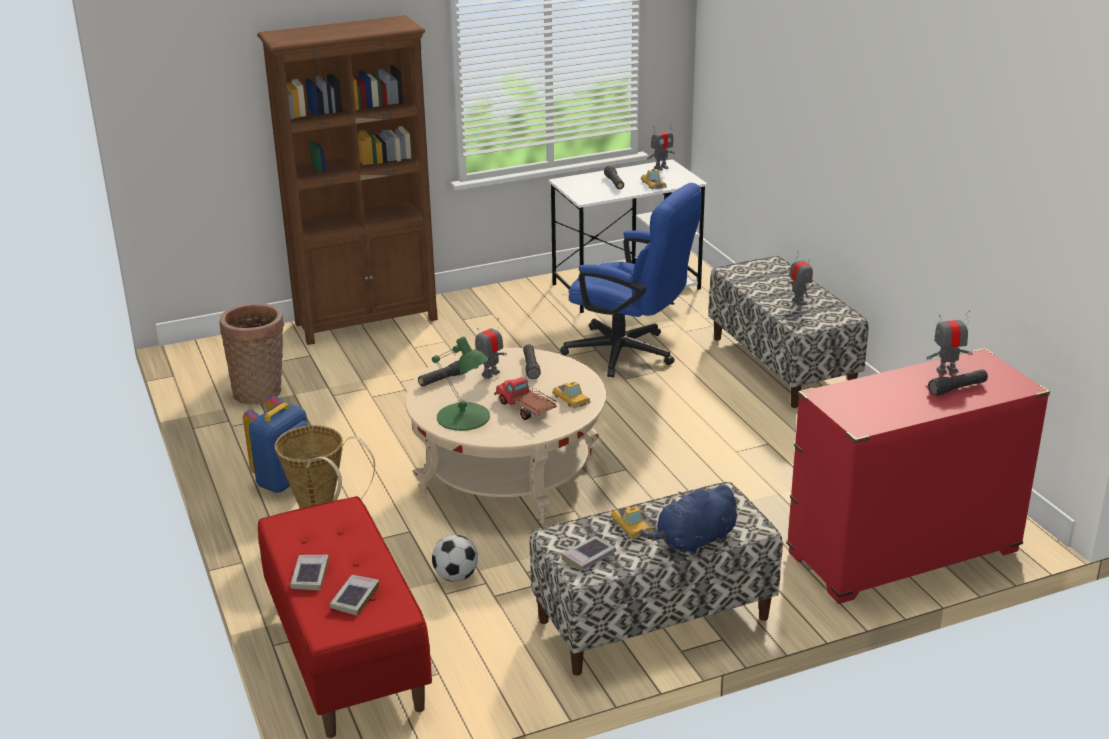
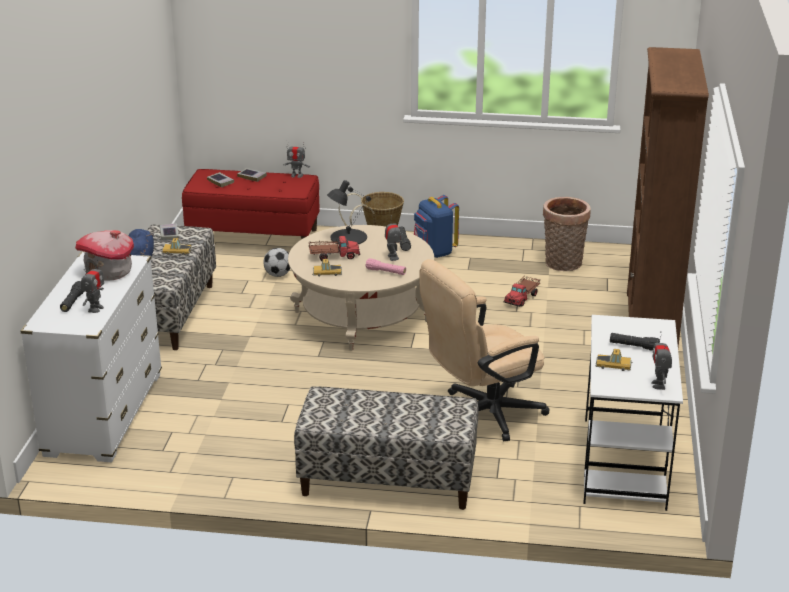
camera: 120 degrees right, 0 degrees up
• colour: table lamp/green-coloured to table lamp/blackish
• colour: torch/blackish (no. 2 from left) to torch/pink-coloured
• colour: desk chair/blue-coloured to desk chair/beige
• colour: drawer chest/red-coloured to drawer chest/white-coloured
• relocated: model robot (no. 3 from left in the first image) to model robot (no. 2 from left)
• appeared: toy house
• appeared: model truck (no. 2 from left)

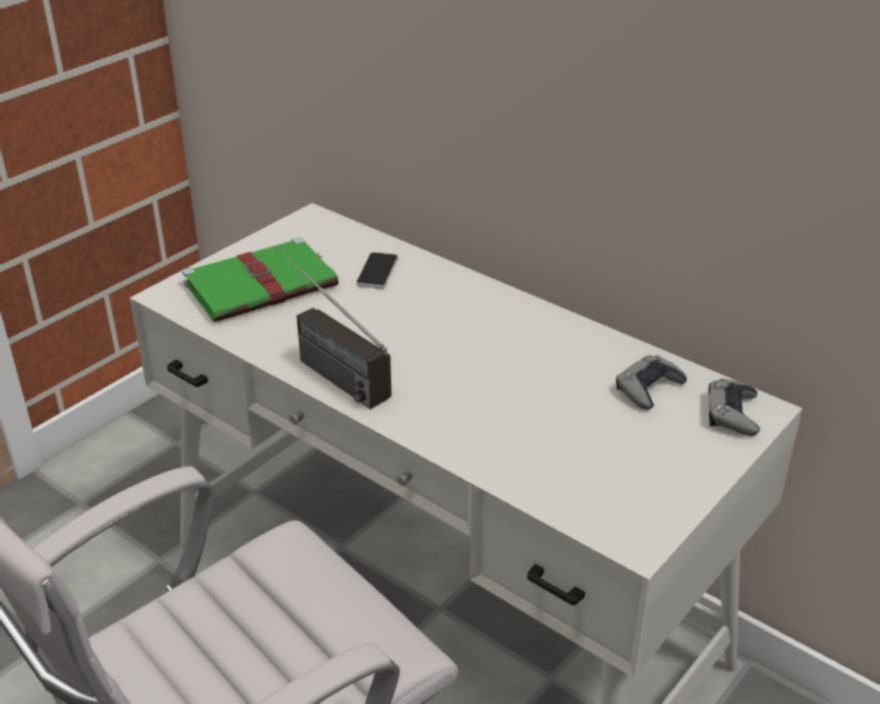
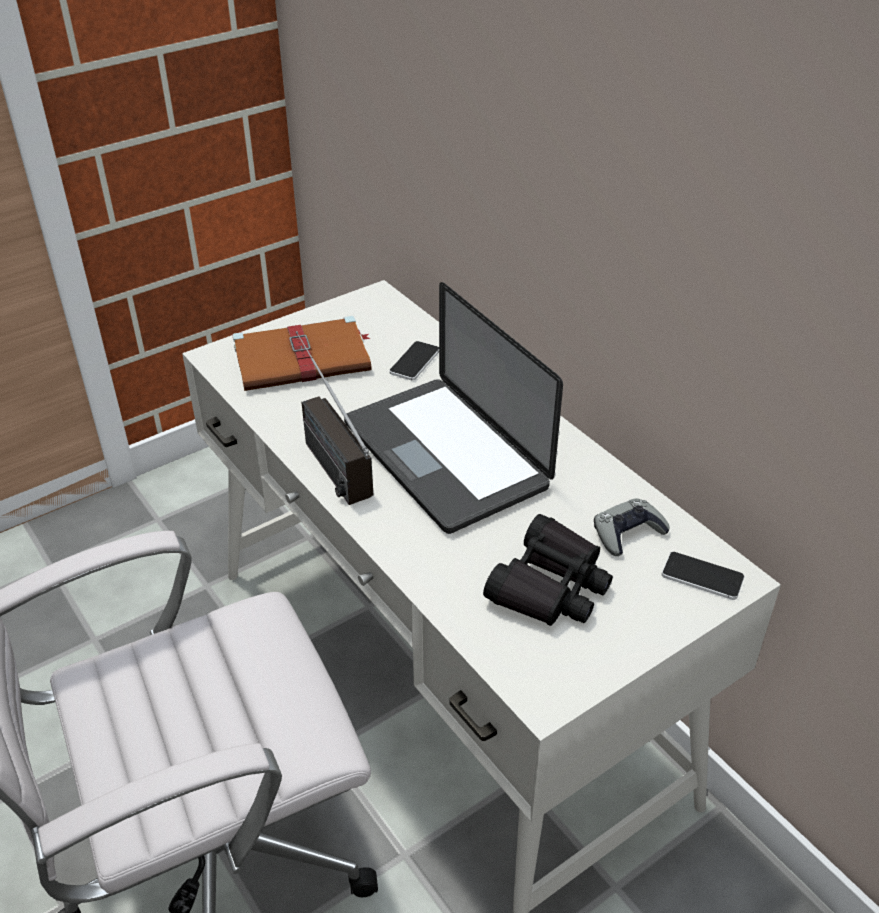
camera: 15 degrees right, 5 degrees up
• colour: book/green-coloured to book/brown-coloured
• exchanged: game controller/gray (no. 2 from left) to telephone (no. 2 from left)
• appeared: notebook computer
• appeared: field glasses/blackish

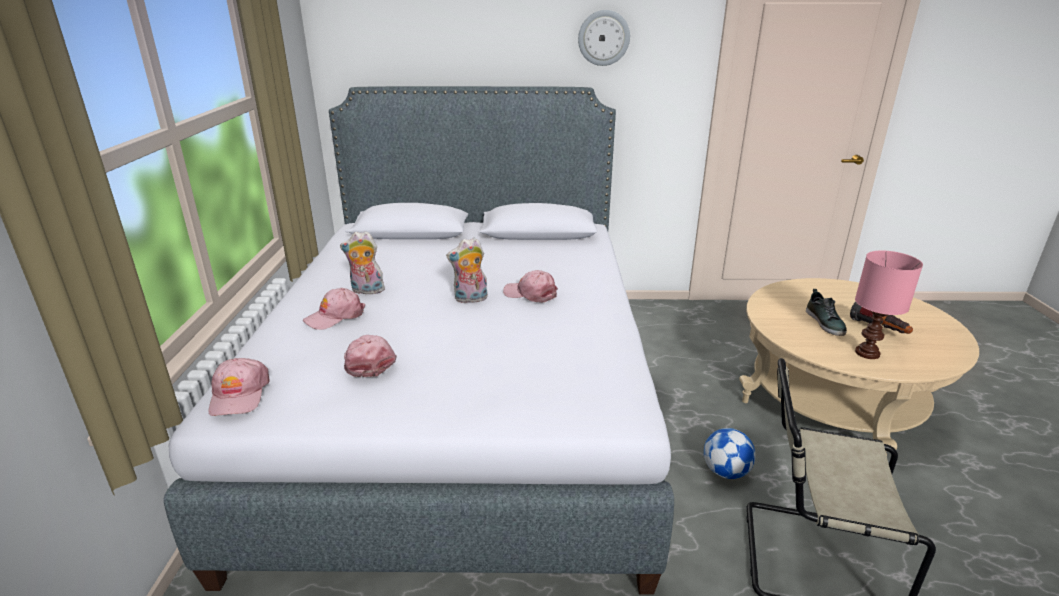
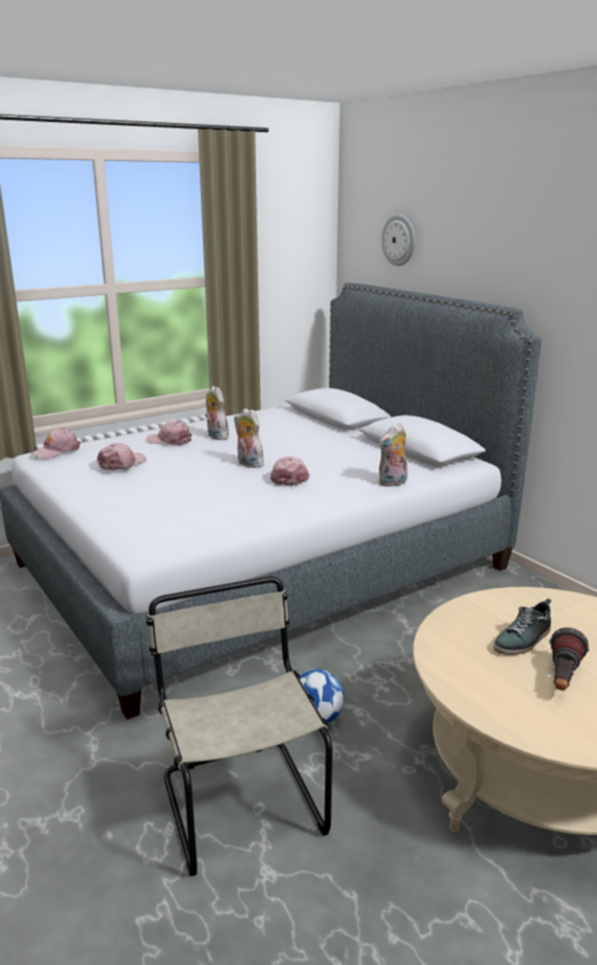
camera: 55 degrees right, 5 degrees down
• relocated: hanging clock
• missing: table lamp/pink-coloured
• appeared: plush toy (no. 3 from left)

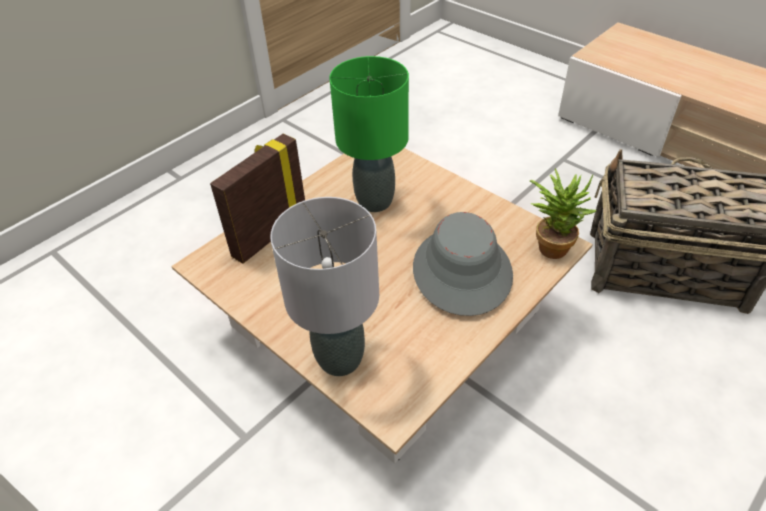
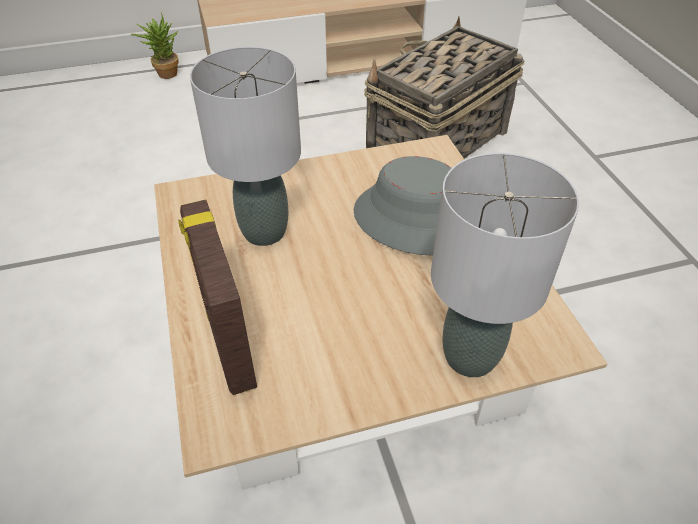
camera: 60 degrees left, 0 degrees up
• colour: table lamp/green-coloured to table lamp/gray (no. 1 from left)
• relocated: houseplant

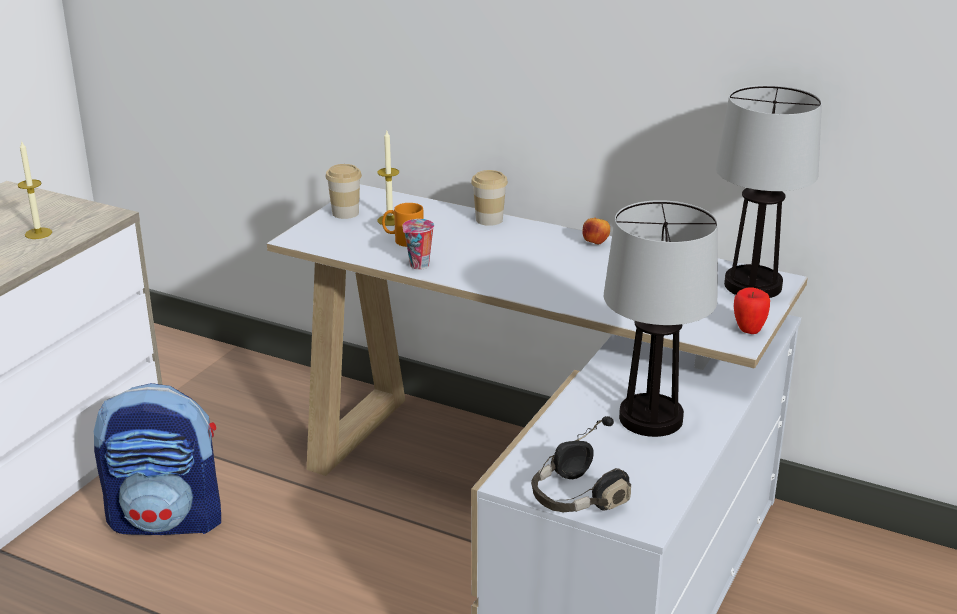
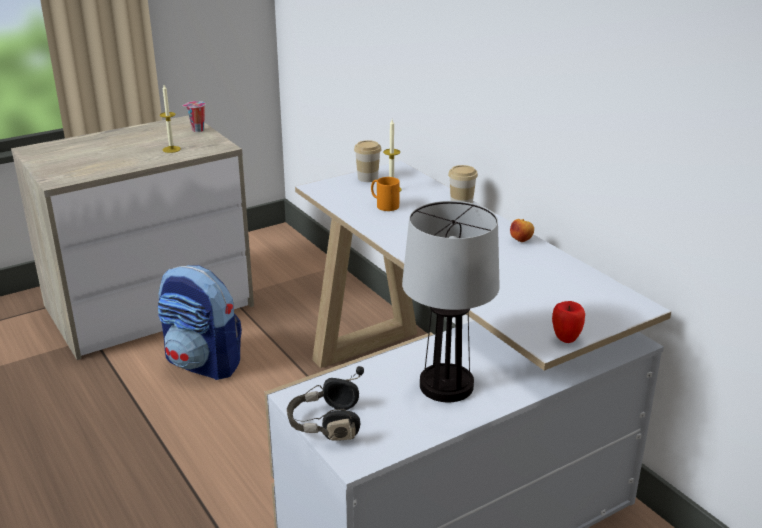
camera: 30 degrees right, 0 degrees up
• relocated: cup (no. 2 from left in the first image) to cup (no. 1 from left)
• missing: table lamp (no. 2 from left)

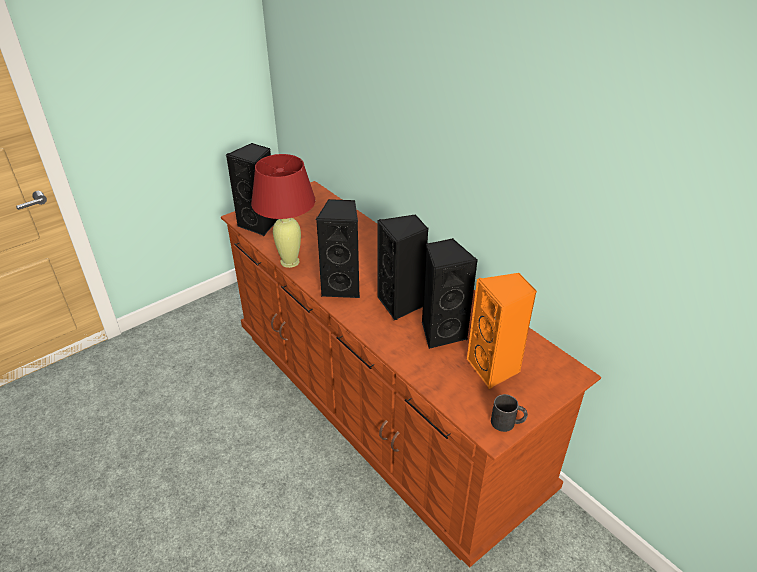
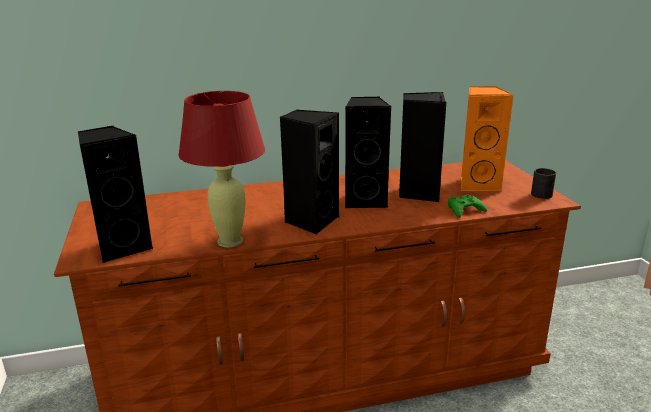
camera: 65 degrees left, 15 degrees down
• appeared: game controller/green-coloured

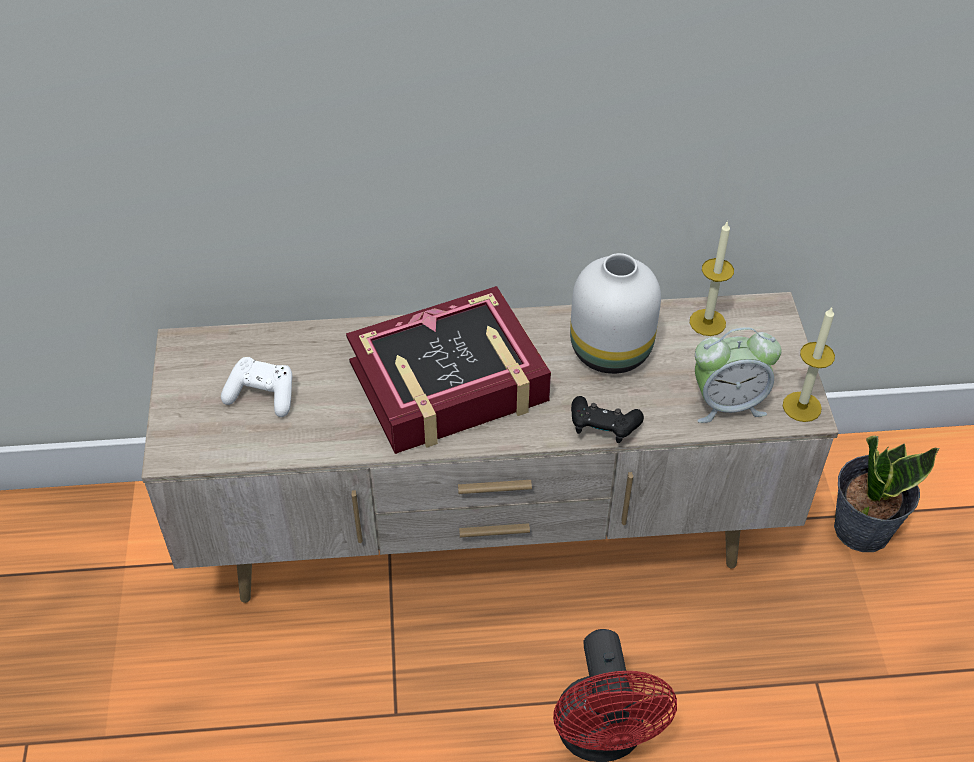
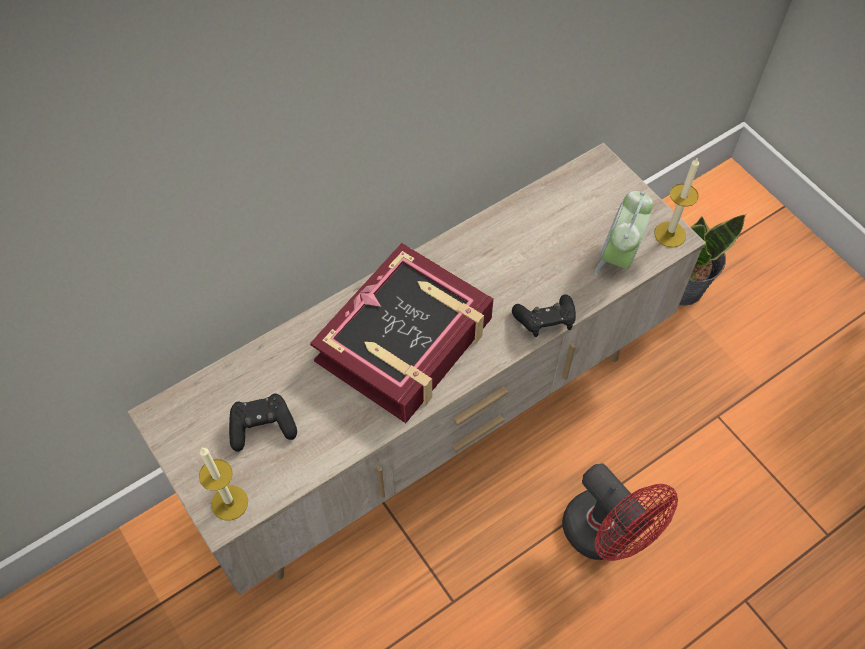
camera: 30 degrees left, 10 degrees up
• colour: game controller/white-coloured to game controller/blackish (no. 1 from left)
• missing: vase/white-coloured
• relocated: wax light (no. 1 from left)
• spun: bedside clock 150 degrees clockwise

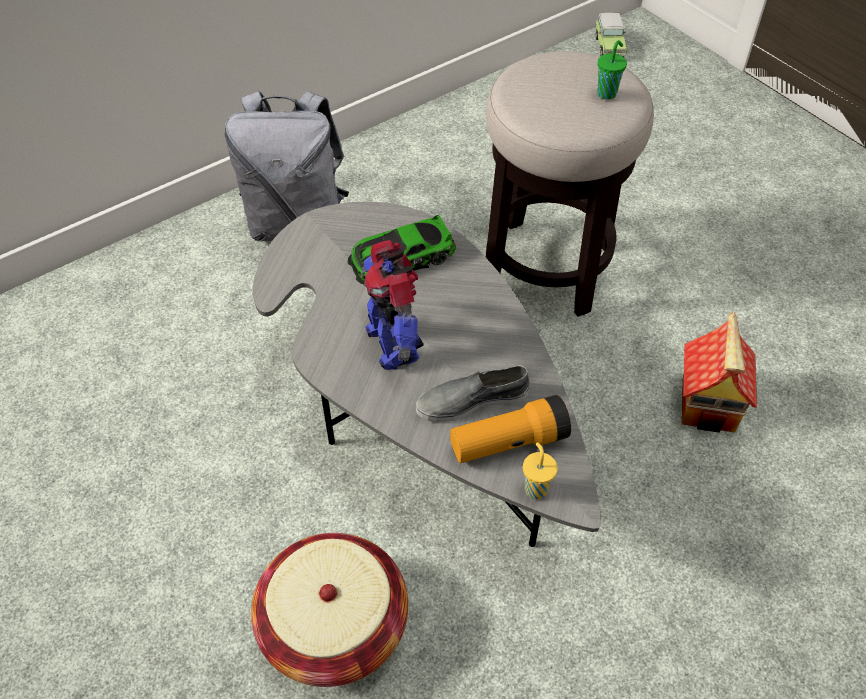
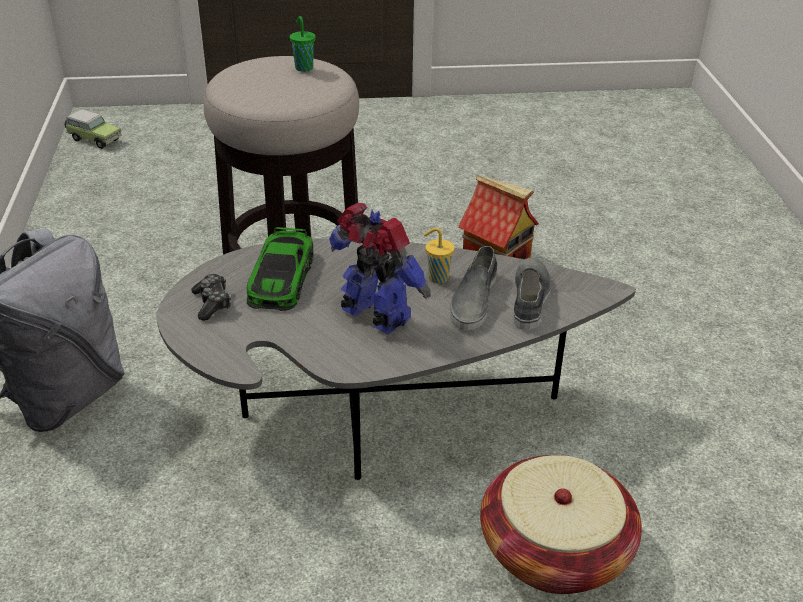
camera: 60 degrees left, 15 degrees down
• spun: model robot 150 degrees counterclockwise
• exchanged: torch to shoe/gray (no. 2 from left)
• relocated: cup/yellowish
• appeared: game controller

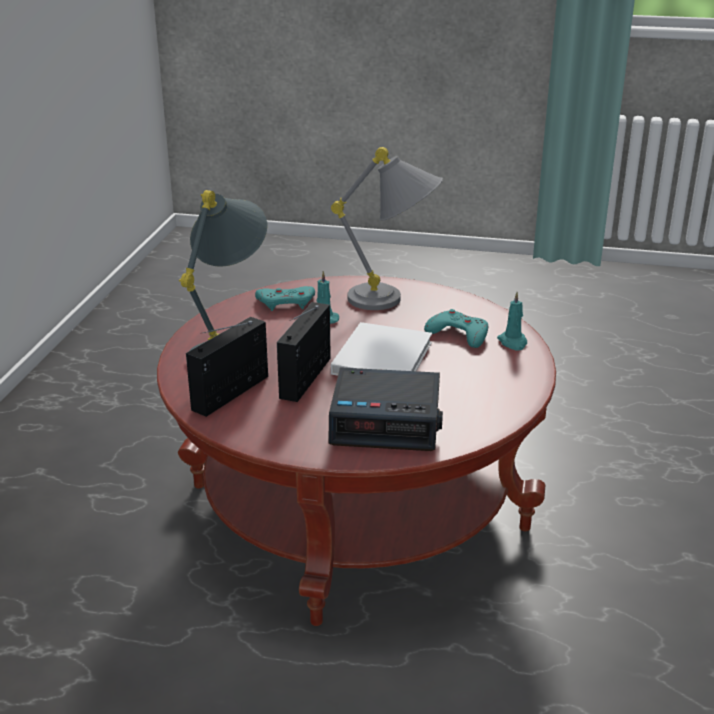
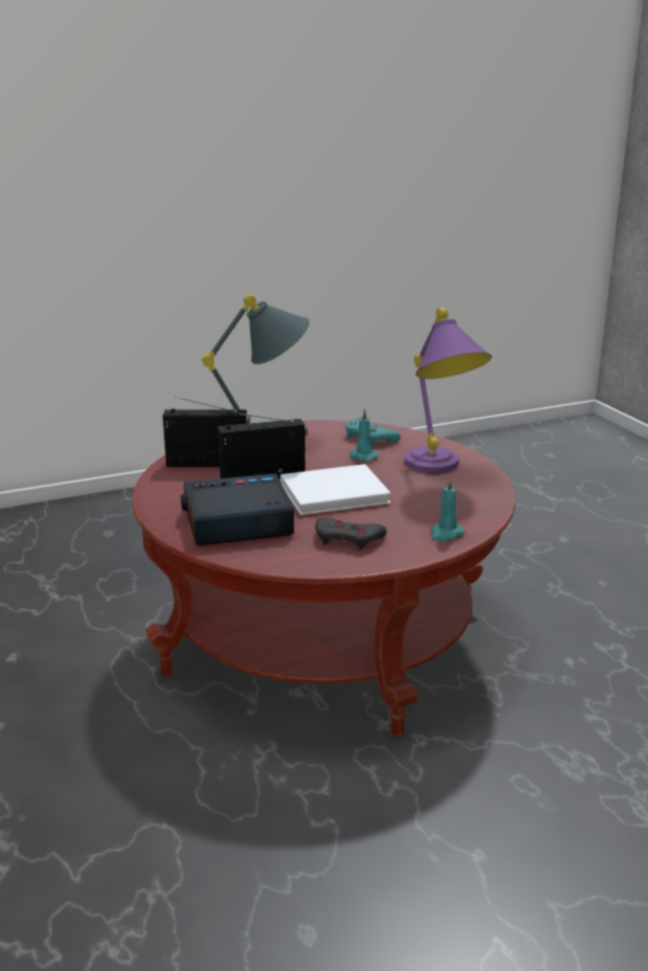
camera: 55 degrees right, 5 degrees down
• spun: bedside clock 105 degrees clockwise
• colour: table lamp/gray (no. 2 from left) to table lamp/purple-coloured
• missing: game controller/turquoise (no. 2 from left)
• appeared: game controller/gray

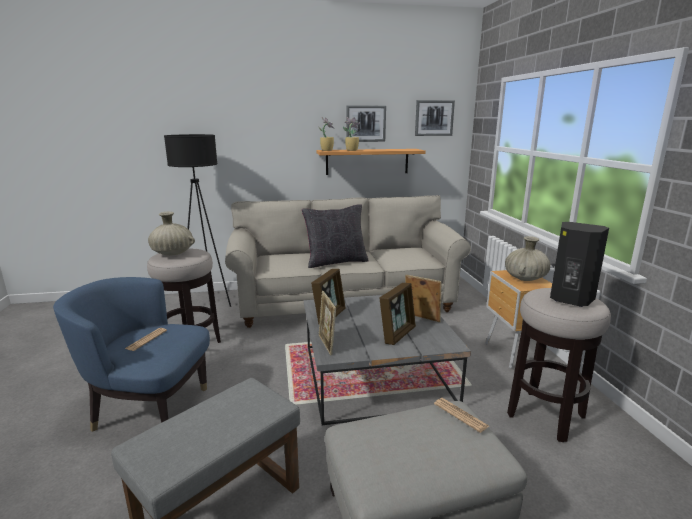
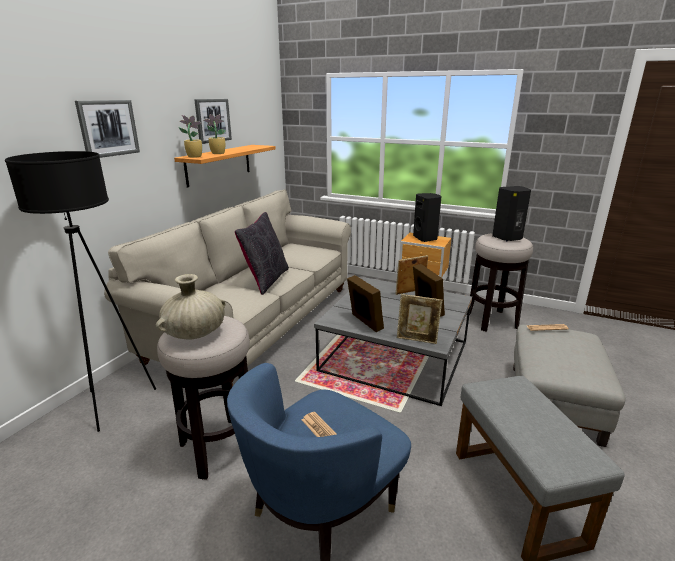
camera: 55 degrees left, 5 degrees up
• relocated: wall art (no. 2 from left in the first image) to wall art (no. 1 from left)
• exchanged: vase/beige (no. 2 from left) to speaker/blackish (no. 1 from left)

